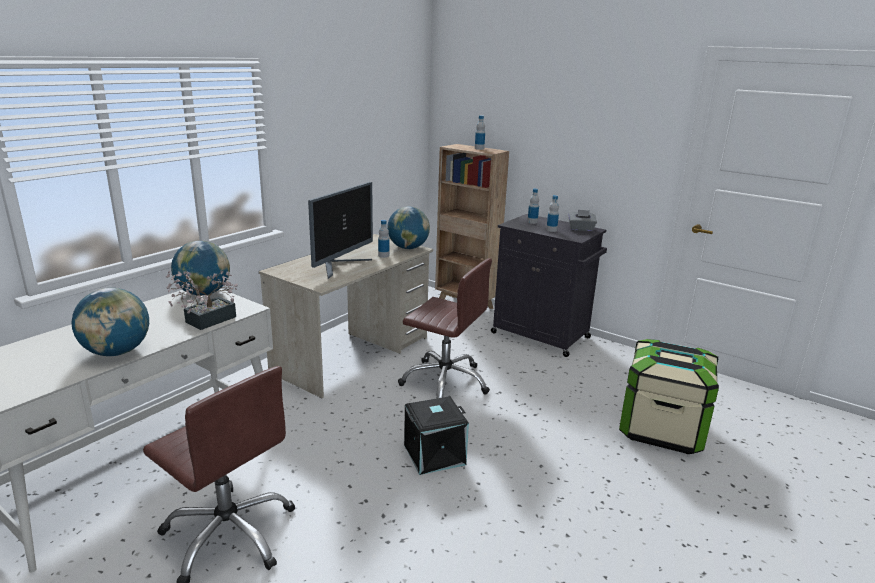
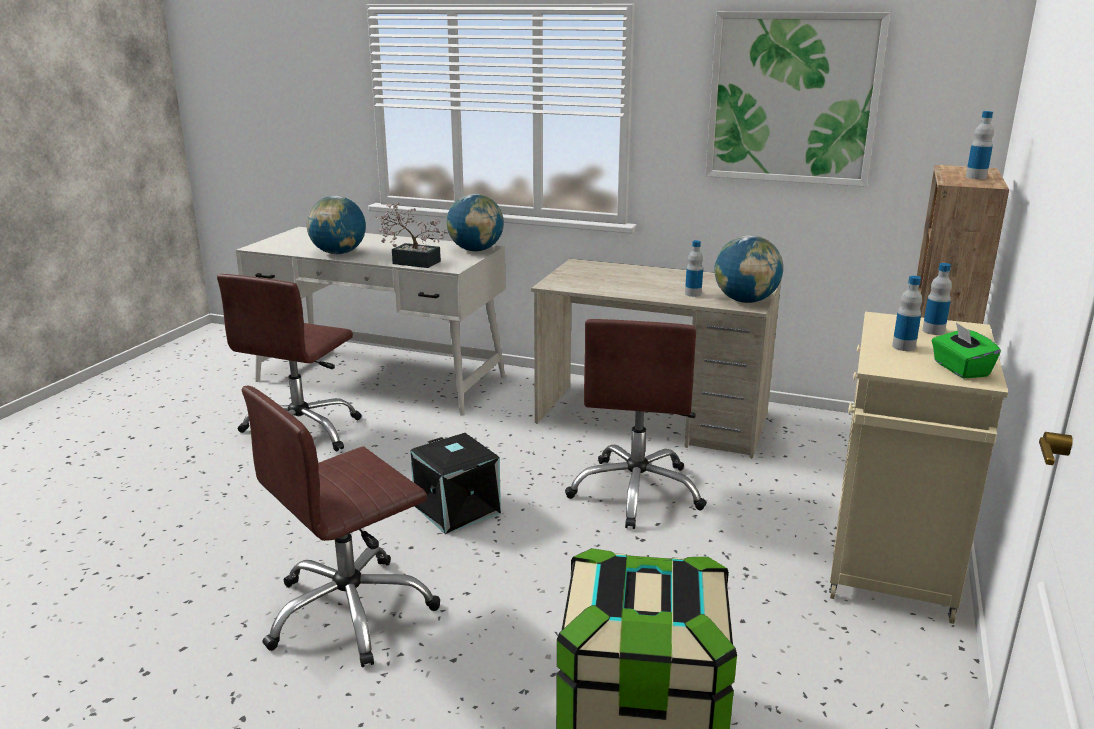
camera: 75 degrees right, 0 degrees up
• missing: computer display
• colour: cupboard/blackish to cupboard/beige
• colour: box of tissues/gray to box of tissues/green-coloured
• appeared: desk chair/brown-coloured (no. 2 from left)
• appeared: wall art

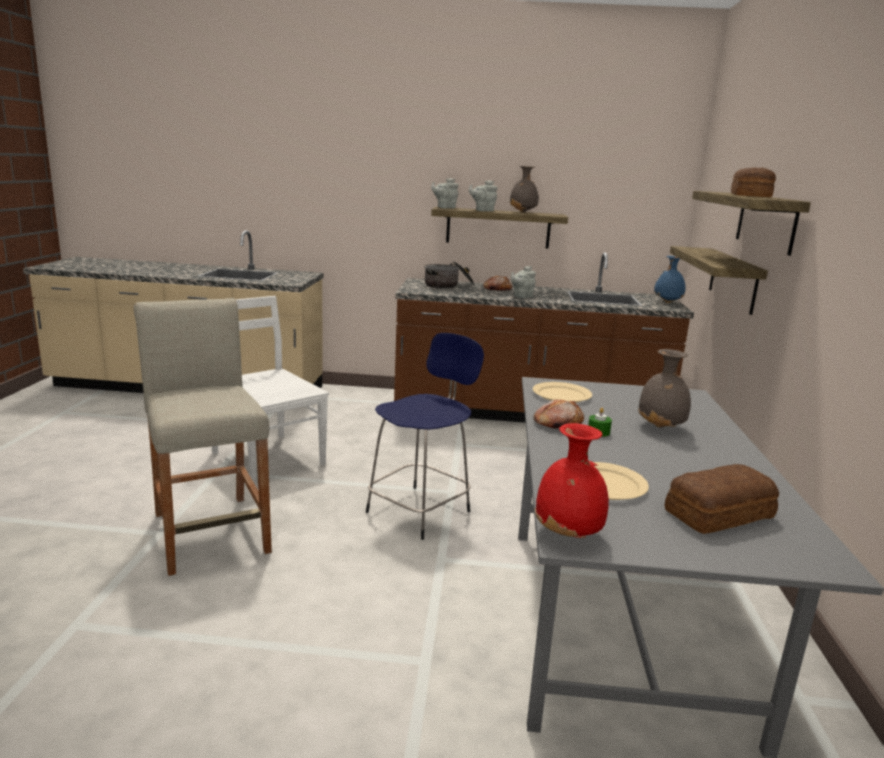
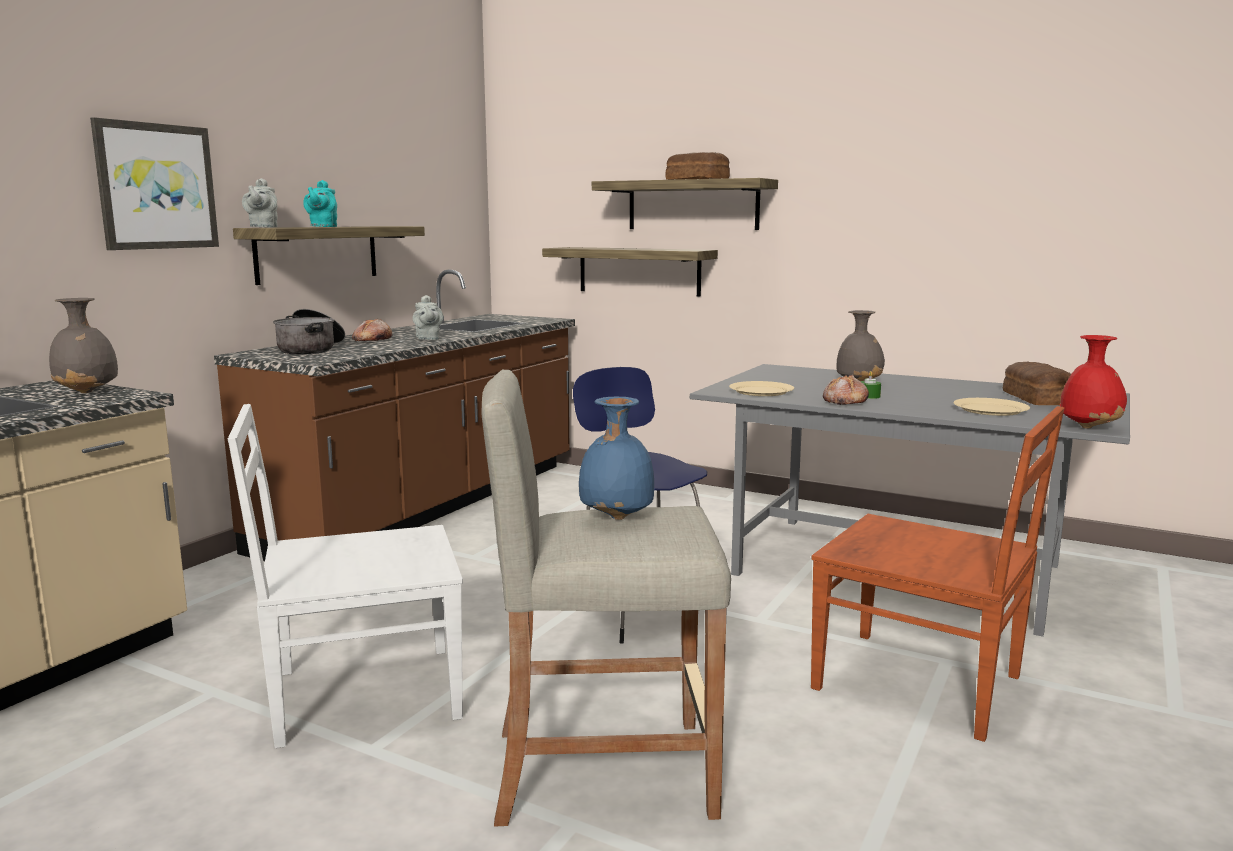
camera: 65 degrees left, 5 degrees down
• colour: pot for tea/gray (no. 2 from left) to pot for tea/turquoise
• relocated: vase/gray (no. 1 from left)
• relocated: vase/blue-coloured
• appeared: wall art
• appeared: upright chair/brown-coloured

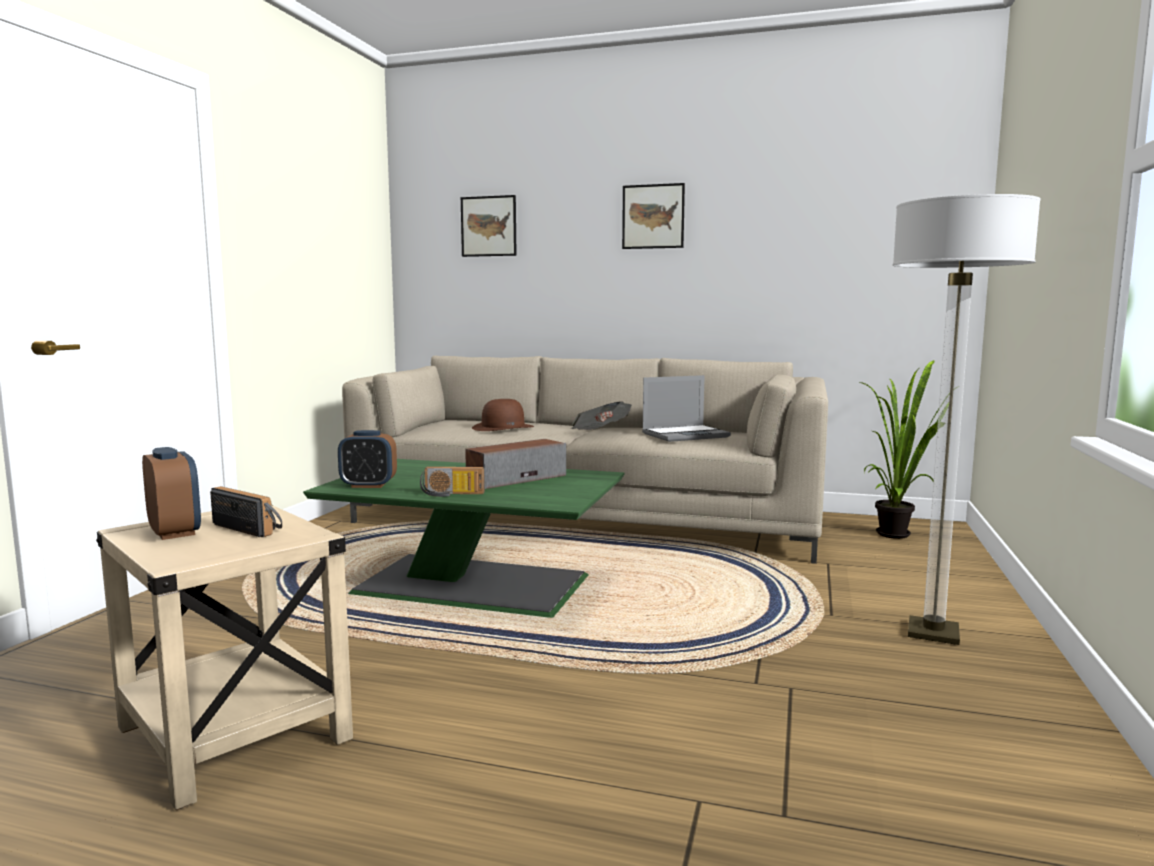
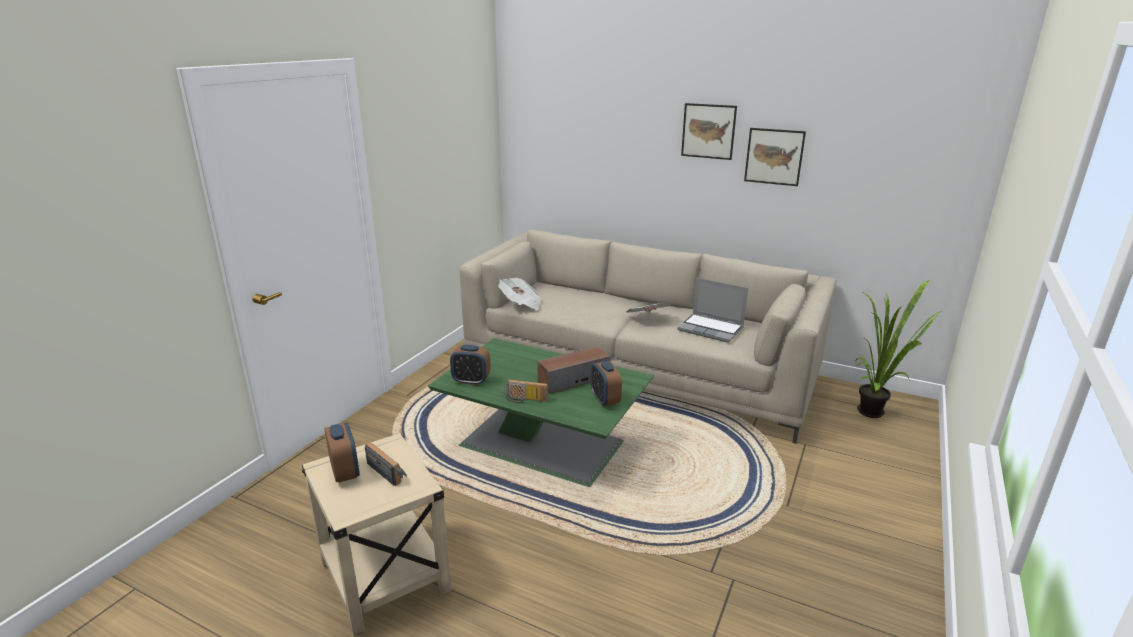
camera: 10 degrees right, 15 degrees up
• relocated: wall art (no. 1 from left in the first image) to wall art (no. 2 from left)
• missing: hat/brown-coloured
• spun: notebook computer 45 degrees clockwise
• missing: floor lamp
• appeared: printed paper (no. 1 from left)
• appeared: bedside clock (no. 3 from left)

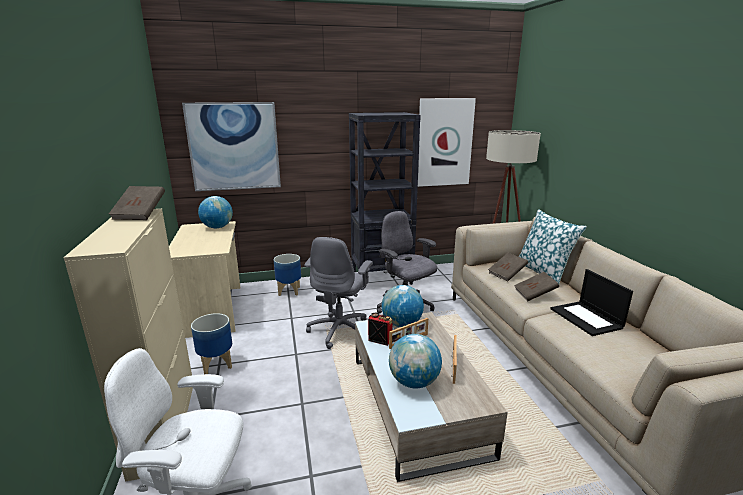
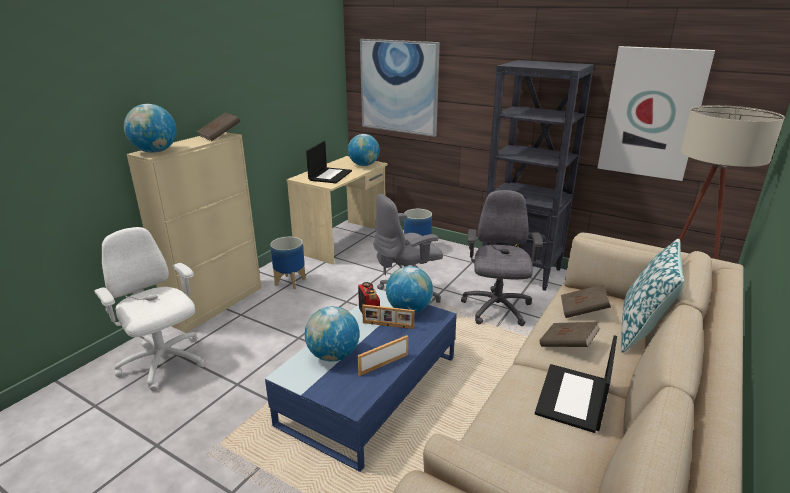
camera: 45 degrees right, 5 degrees up
• colour: lounge table/beige to lounge table/blue-coloured
• appeared: globe (no. 1 from left)
• appeared: notebook computer (no. 1 from left)

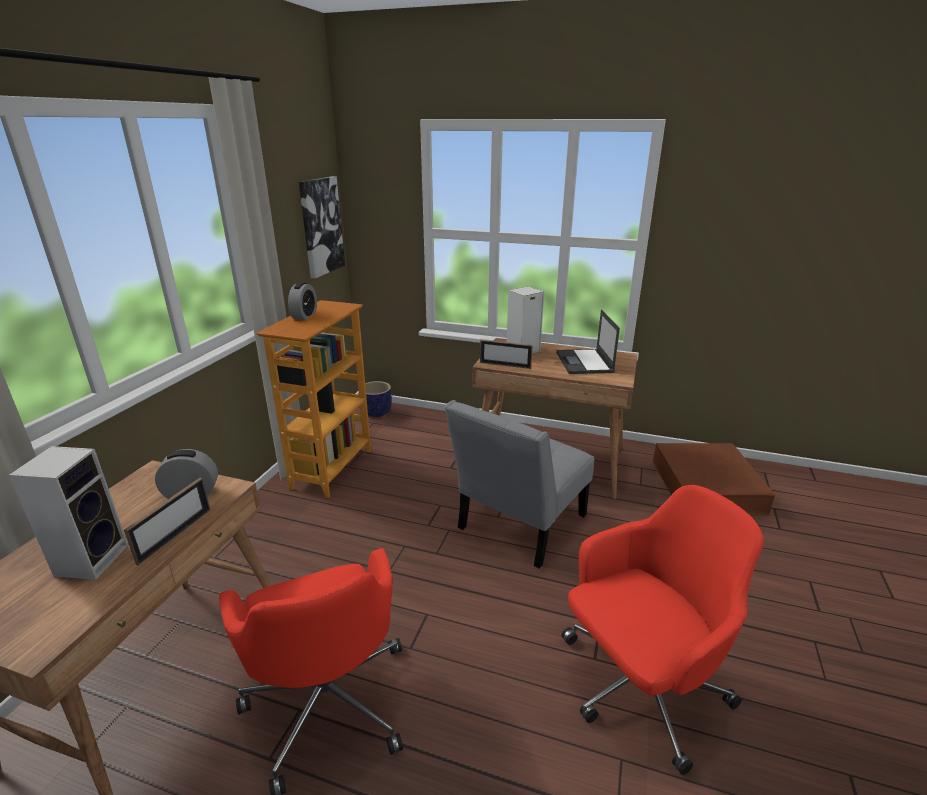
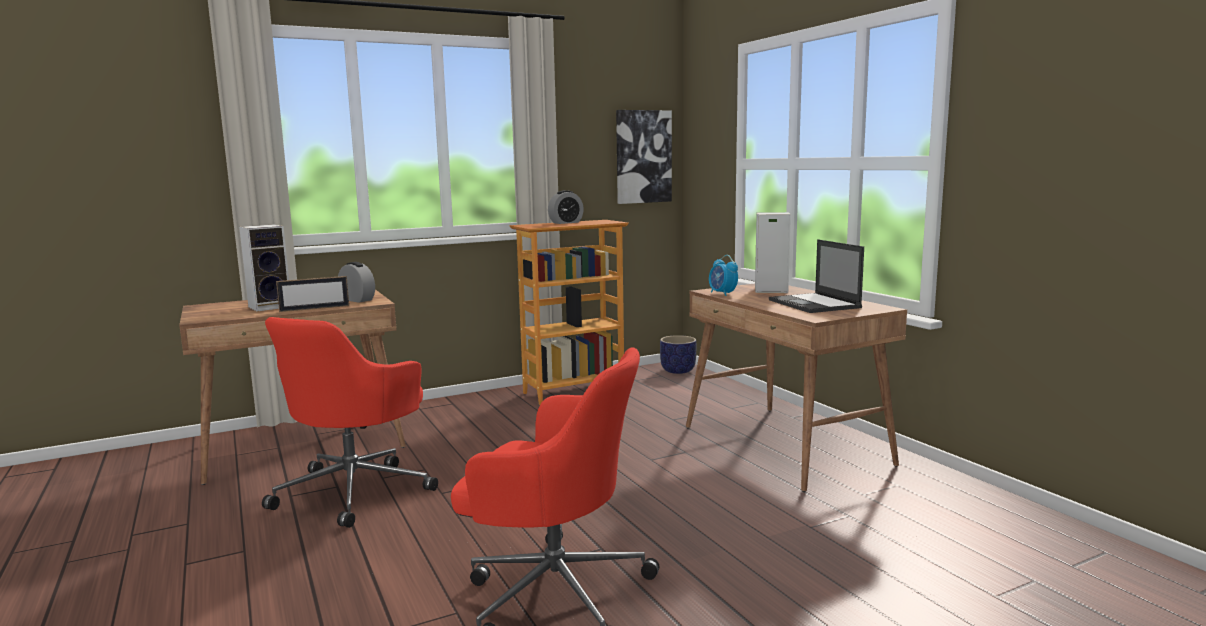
camera: 45 degrees right, 15 degrees down
• missing: upright chair/gray
• exchanged: standing frame (no. 2 from left) to bedside clock (no. 3 from left)
• spun: notebook computer 60 degrees counterclockwise
• missing: storage container/brown-coloured

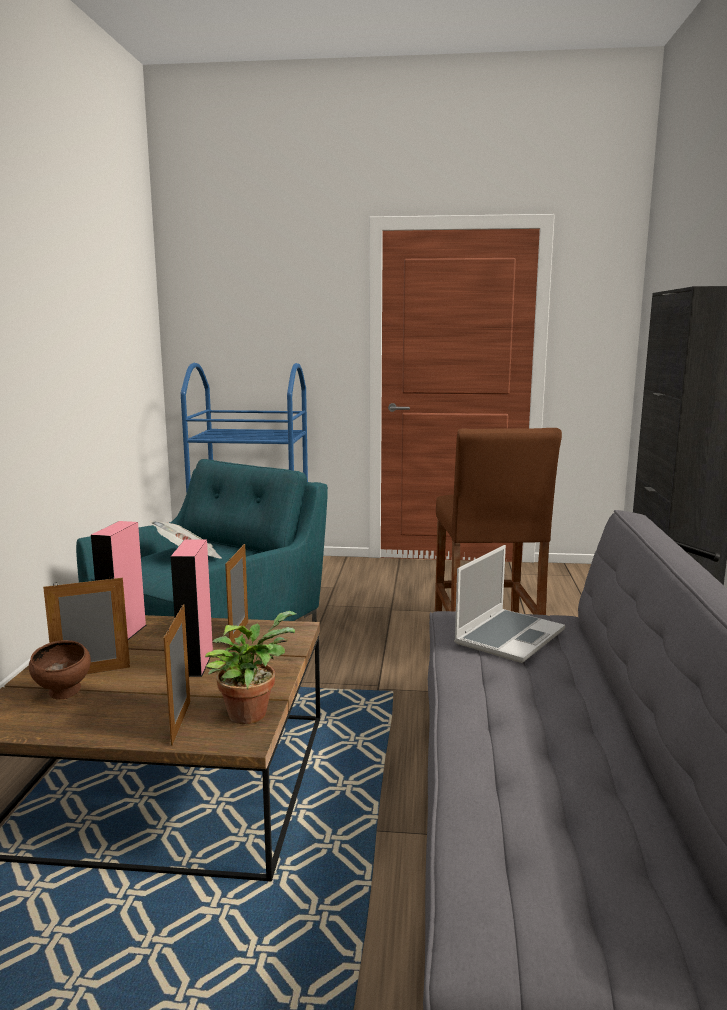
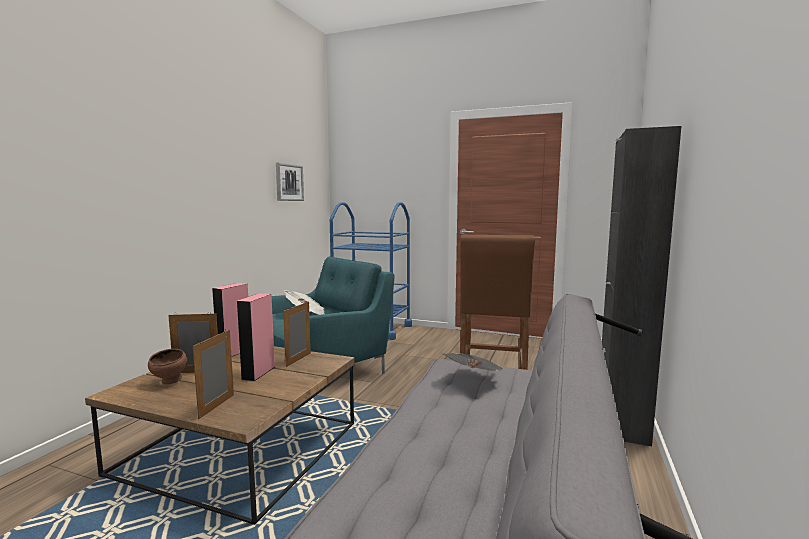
camera: 15 degrees right, 5 degrees down
• missing: houseplant
• exchanged: notebook computer to printed paper (no. 2 from left)
• appeared: wall art

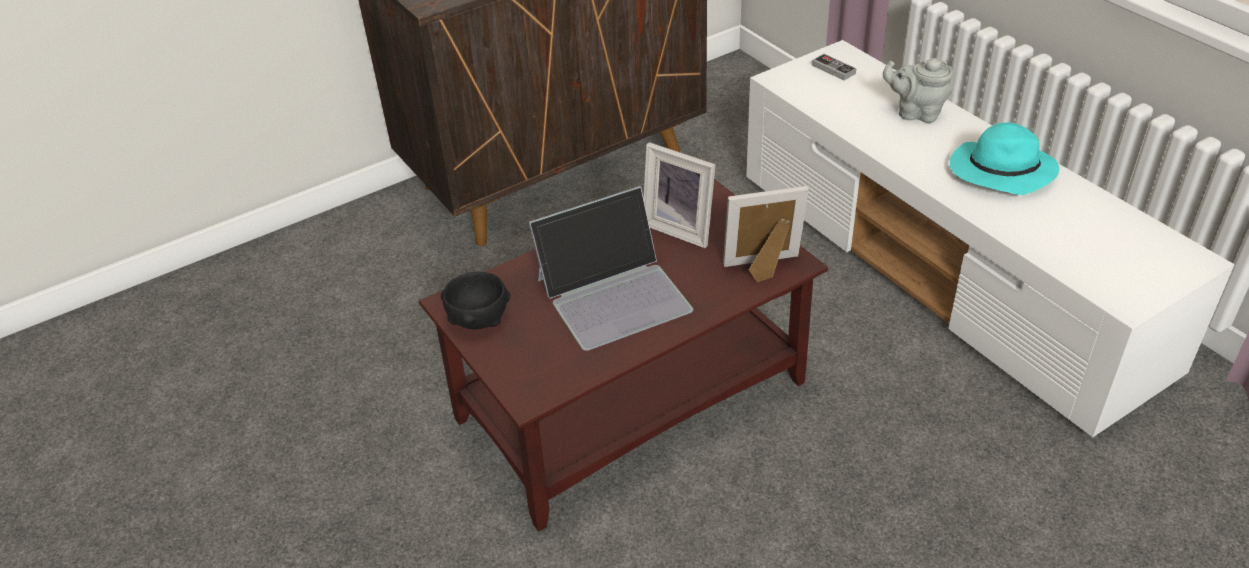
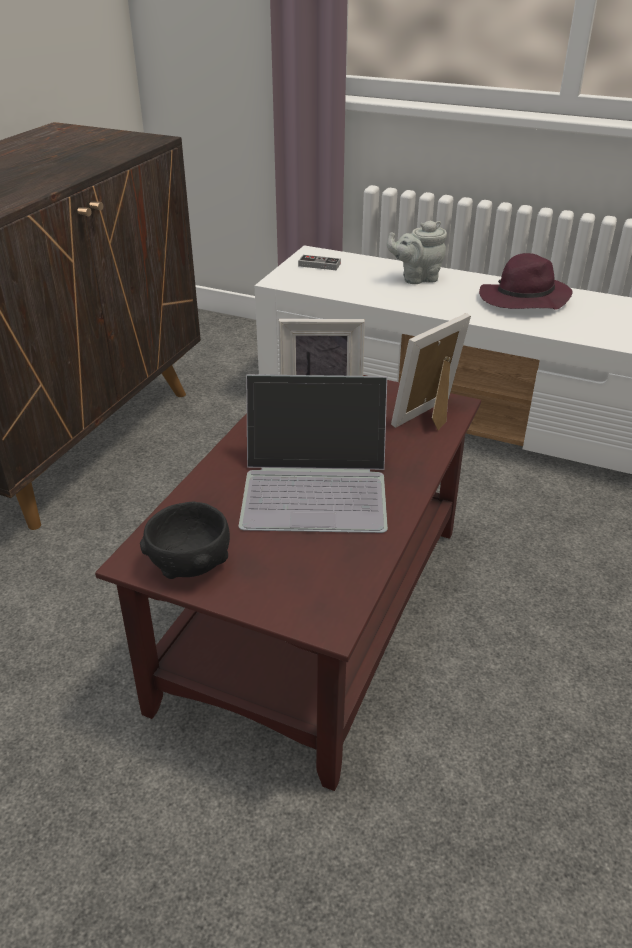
camera: 35 degrees left, 5 degrees down
• spun: notebook computer 60 degrees clockwise
• colour: hat/turquoise to hat/purple-coloured

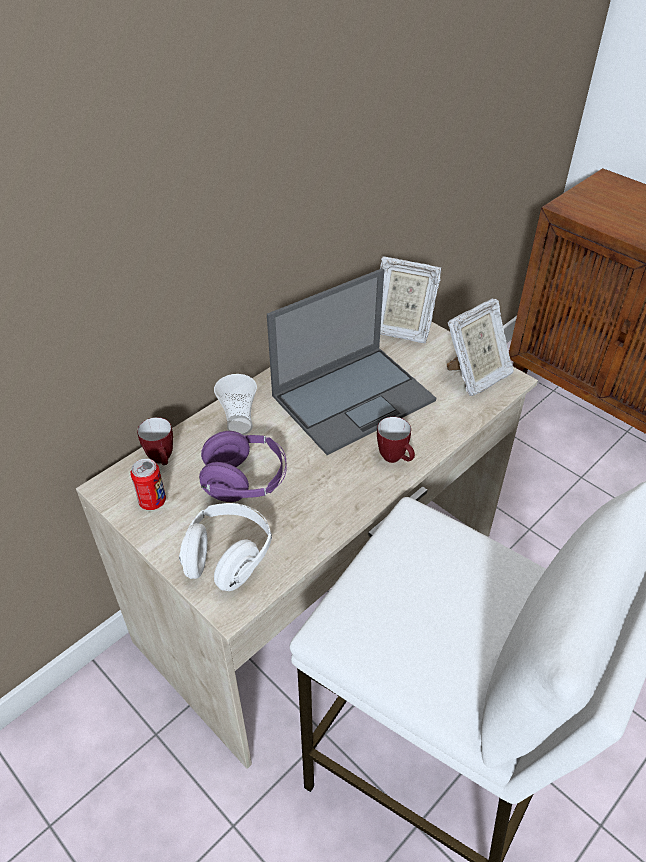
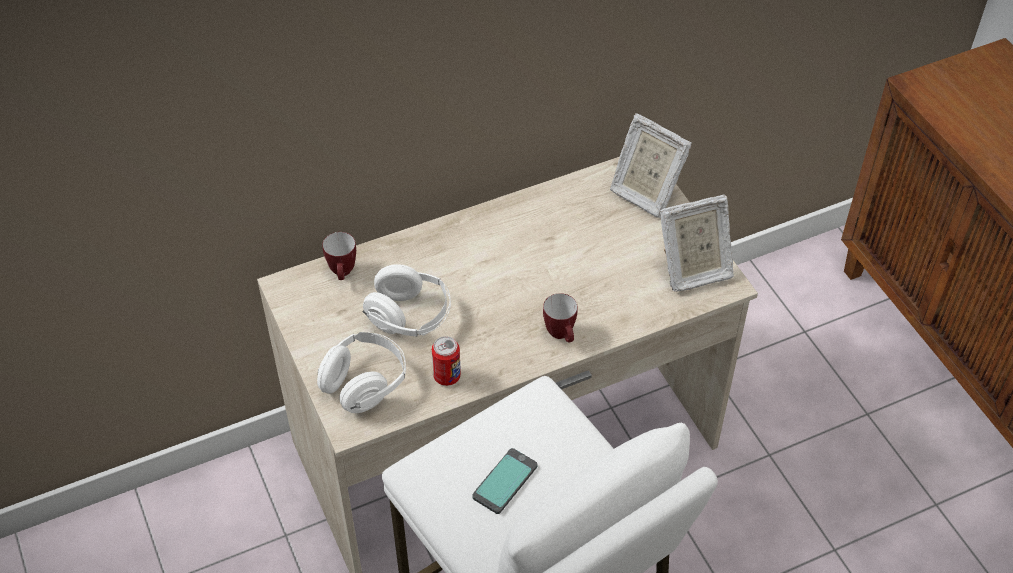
camera: 20 degrees right, 5 degrees up
• relocated: can
• colour: headphones/purple-coloured to headphones/white-coloured (no. 2 from left)
• missing: cup
• missing: notebook computer
• appeared: telephone

